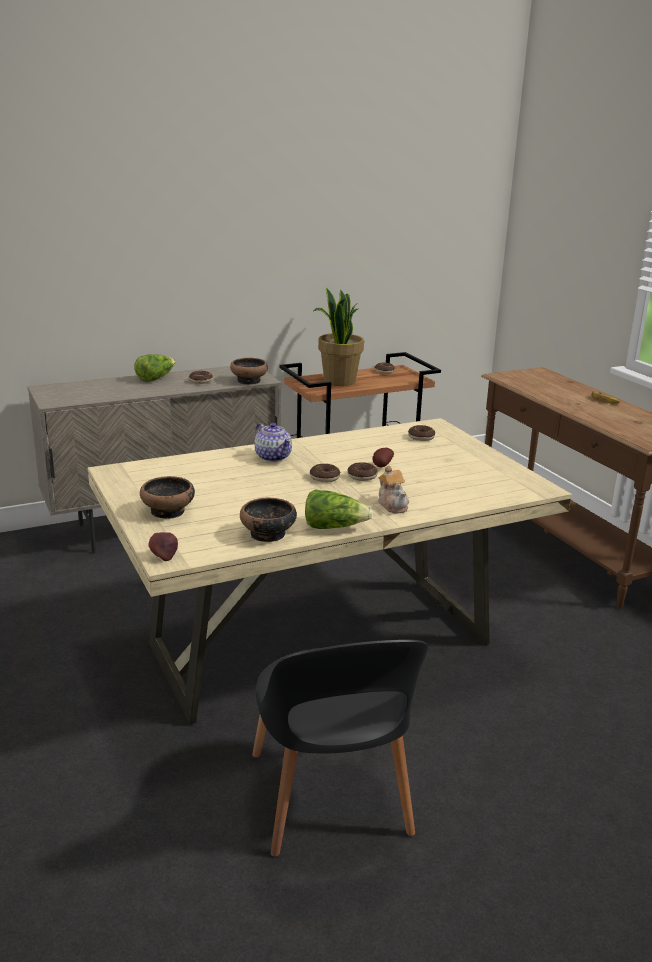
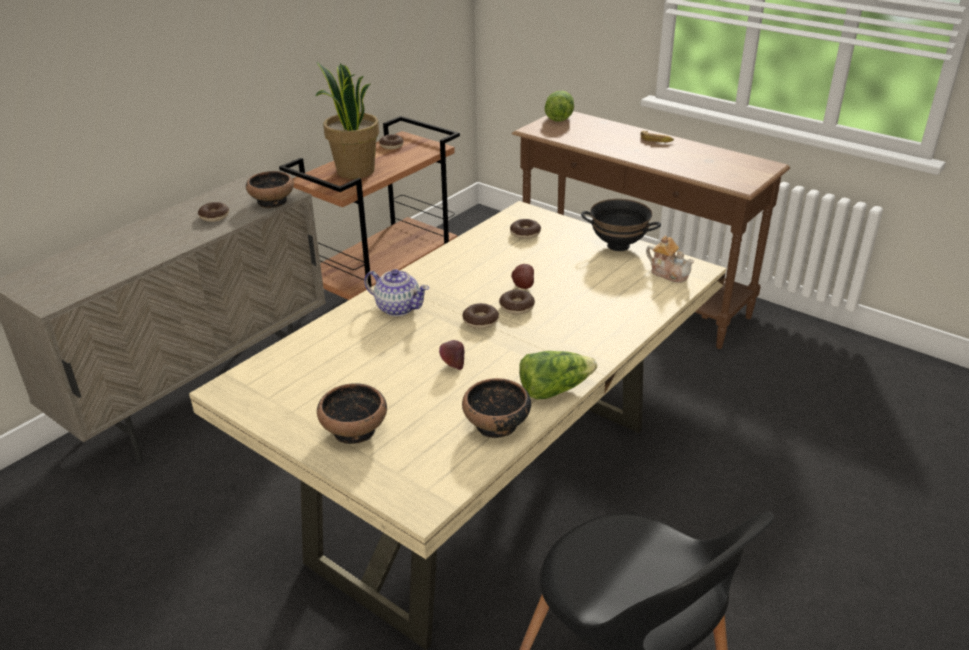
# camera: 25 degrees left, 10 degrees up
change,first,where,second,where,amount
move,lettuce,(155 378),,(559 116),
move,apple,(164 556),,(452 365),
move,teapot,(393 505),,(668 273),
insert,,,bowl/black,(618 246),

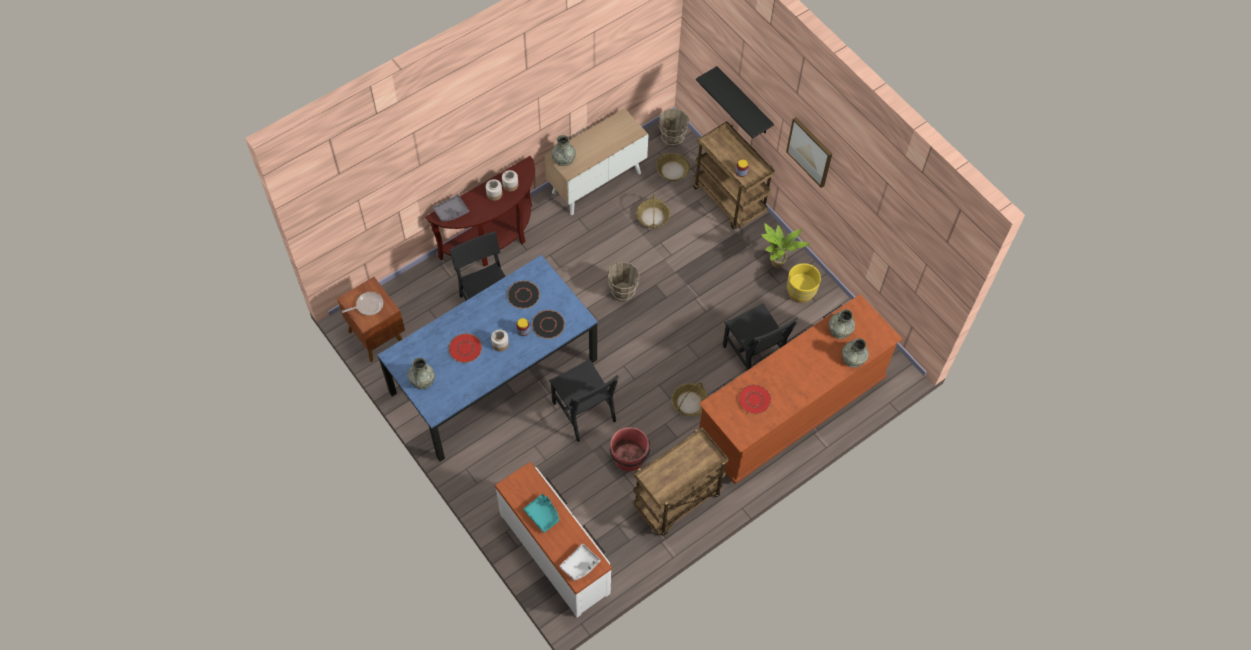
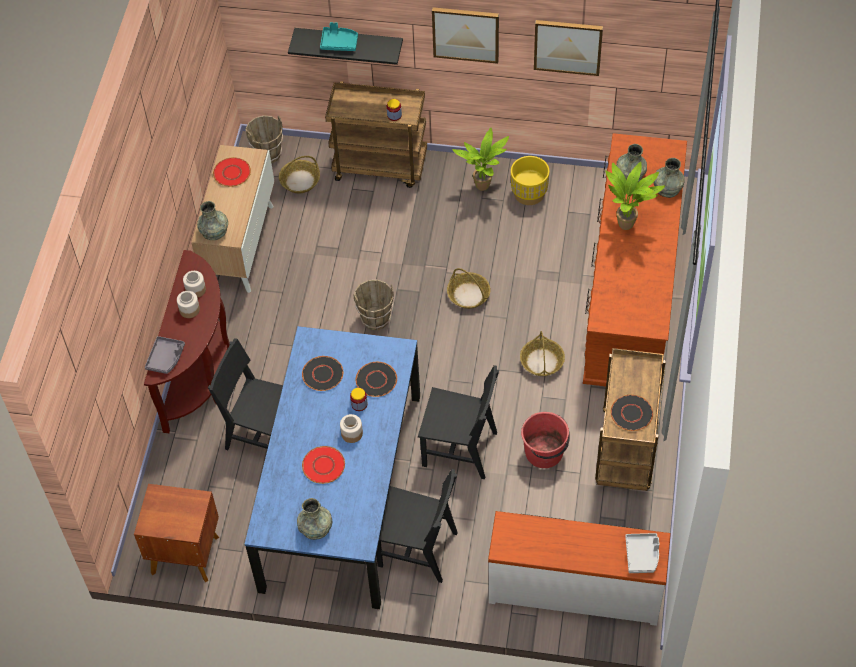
# camera: 40 degrees left, 5 degrees down
change,first,where,second,where,amount
delete,frying pan,(368 305),,,
move,tray/turquoise,(543 514),,(339 43),
move,basket,(653 217),,(469 295),
move,chair/black,(753 355),,(417 549),
move,plate/red,(754 399),,(231 173),
insert,,,picture,(568 46),
insert,,,potted plant,(628 224),
insert,,,plate/black,(631 413),

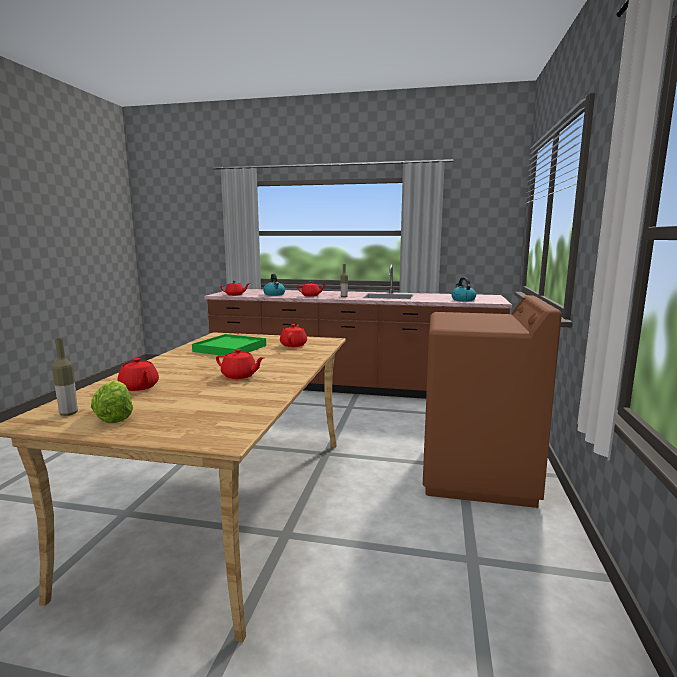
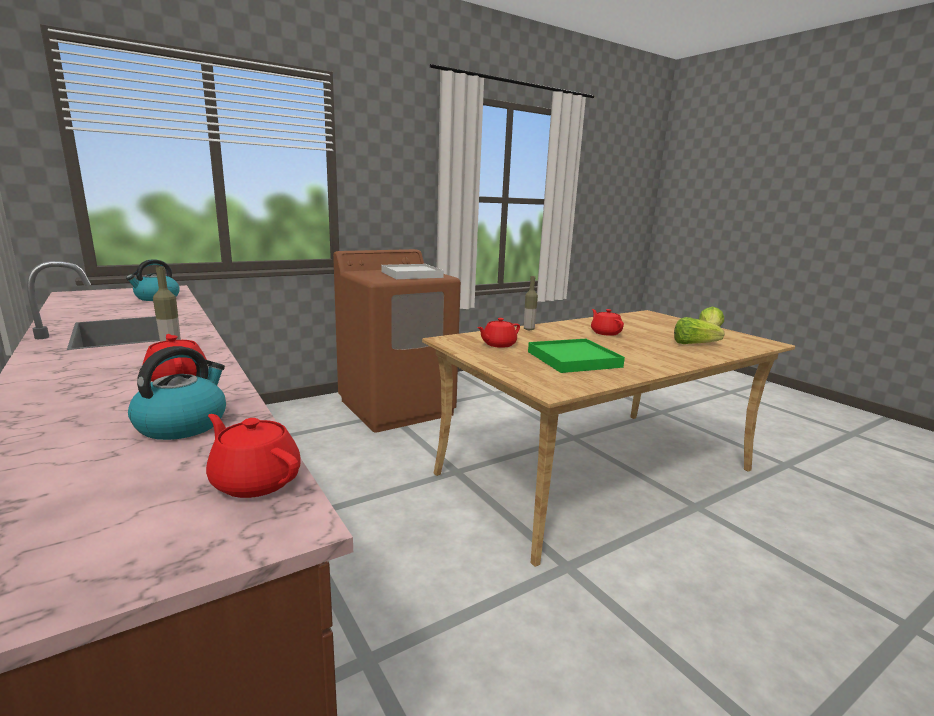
# camera: 135 degrees left, 5 degrees up
change,first,where,second,where,amount
move,bottle,(68 413),,(529 329),
replace,teapot/red,(139 387),lettuce,(693 344),
insert,,,tray/white,(412 275),

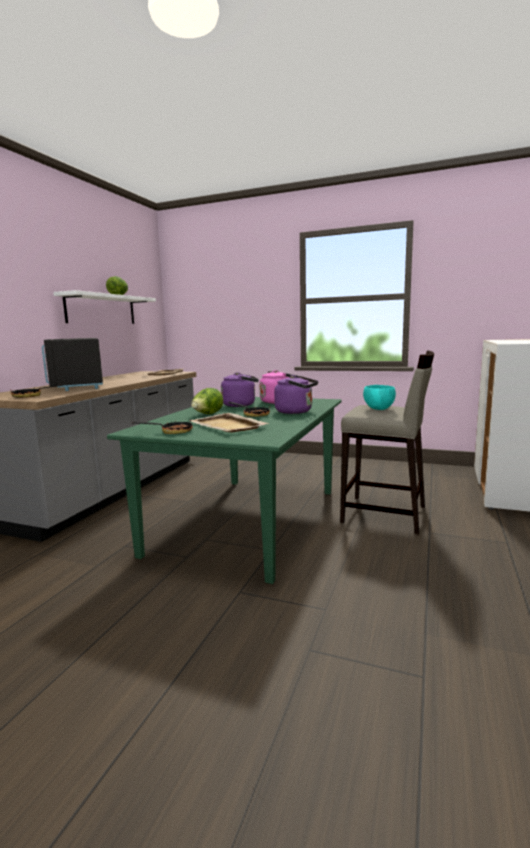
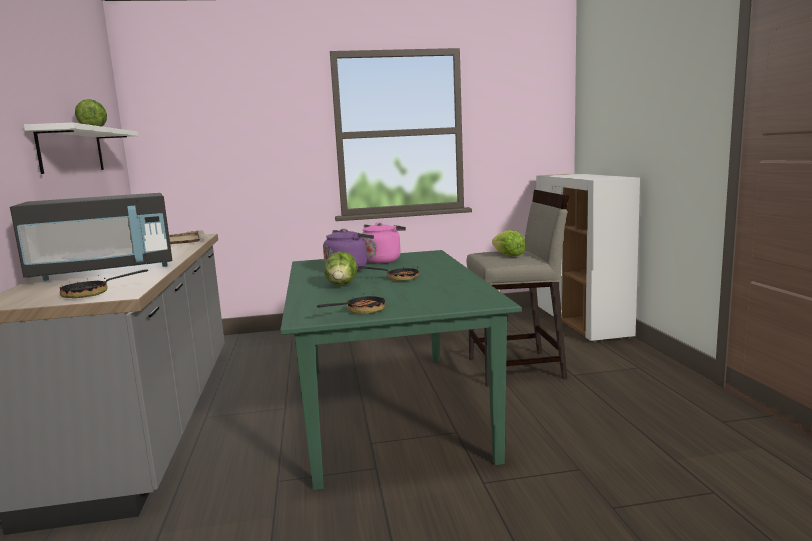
# camera: 30 degrees left, 0 degrees up
change,first,where,second,where,amount
rotate,microwave/black,(76 386),,(105 271),60 degrees counterclockwise
delete,tray/beige,(228 426),,,
delete,kettle/purple,(296 412),,,
replace,bowl/turquoise,(378 409),lettuce,(508 255),

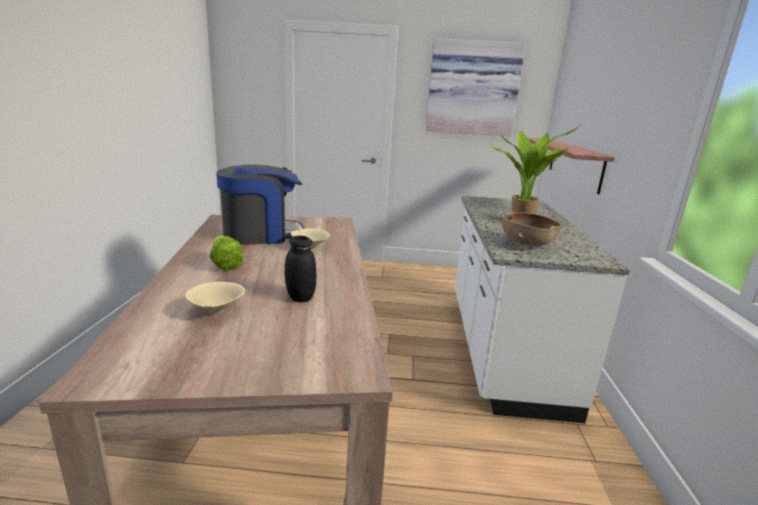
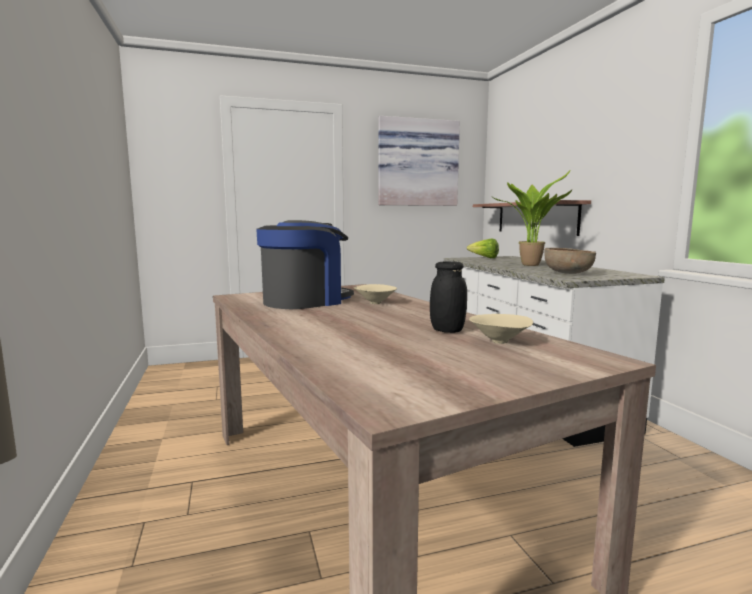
# camera: 20 degrees left, 10 degrees down
change,first,where,second,where,amount
move,bowl/beige,(216 312),,(500 342),
move,lettuce,(225 265),,(484 258),

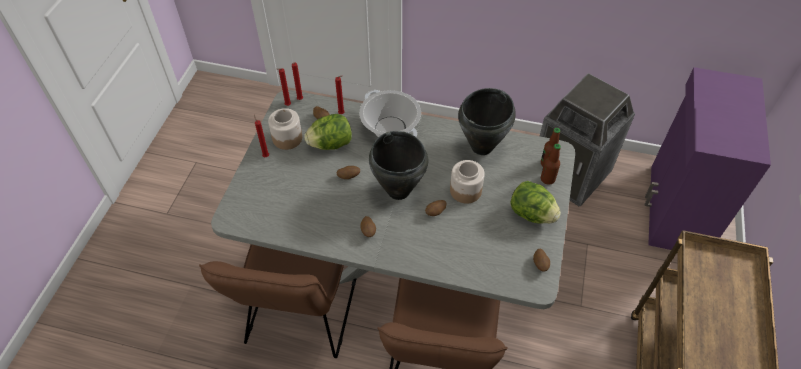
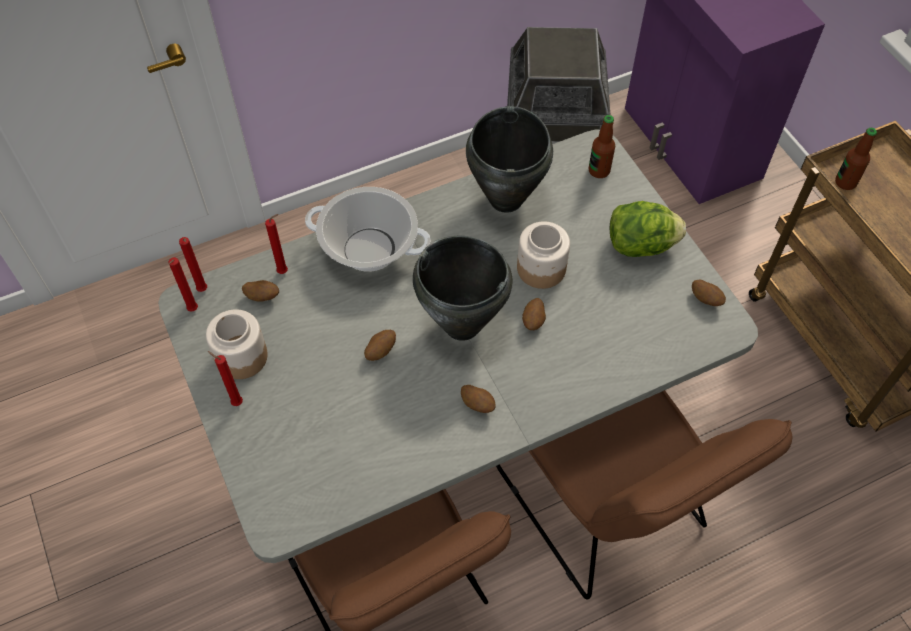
# camera: 40 degrees left, 5 degrees up
change,first,where,second,where,amount
delete,lettuce,(331 144),,,
move,bottle,(547 179),,(845 182),

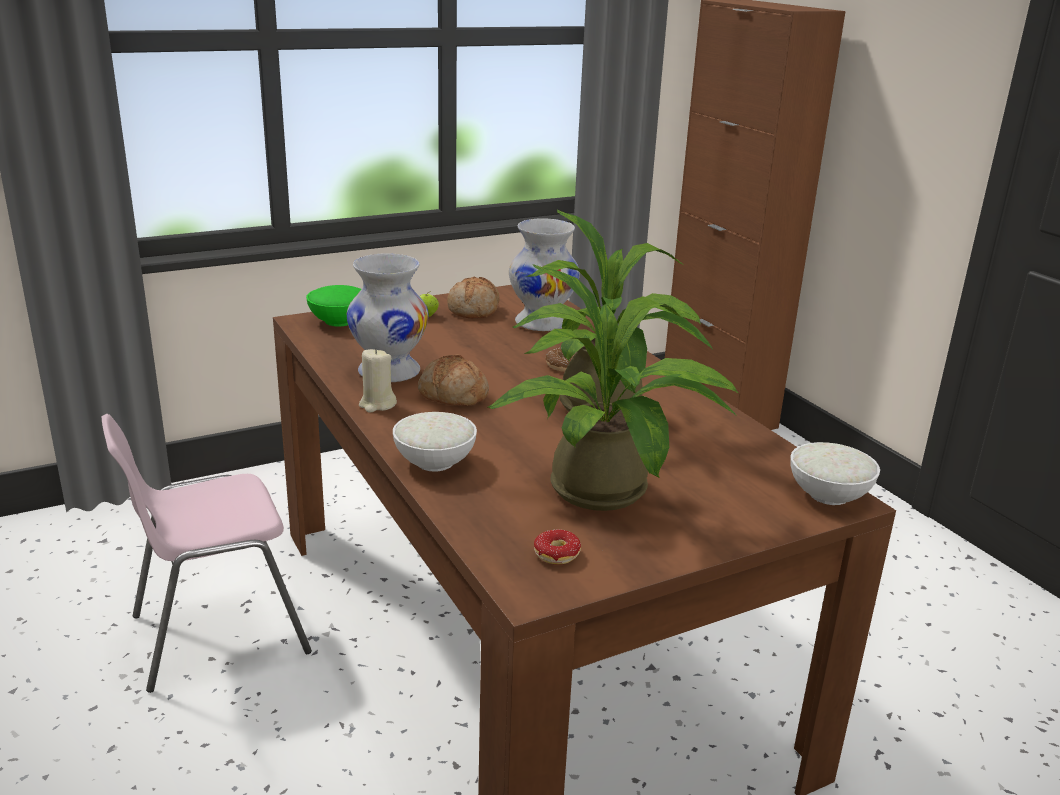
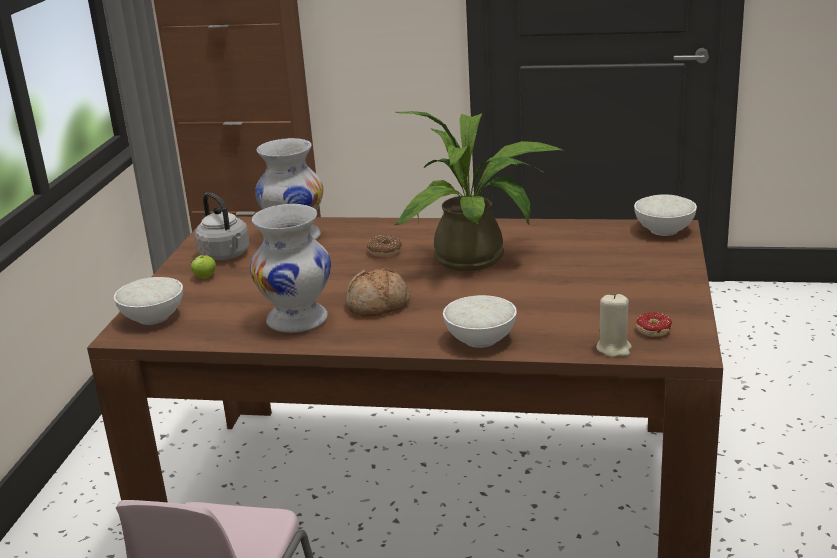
# camera: 50 degrees left, 0 degrees up
change,first,where,second,where,amount
recolor,bowl/green,(338 321),bowl/white,(152 317),
move,candle/beige,(377 404),,(614 348),
replace,bread,(474 310),kettle/grey,(226 255),
delete,potted plant,(607 495),,,

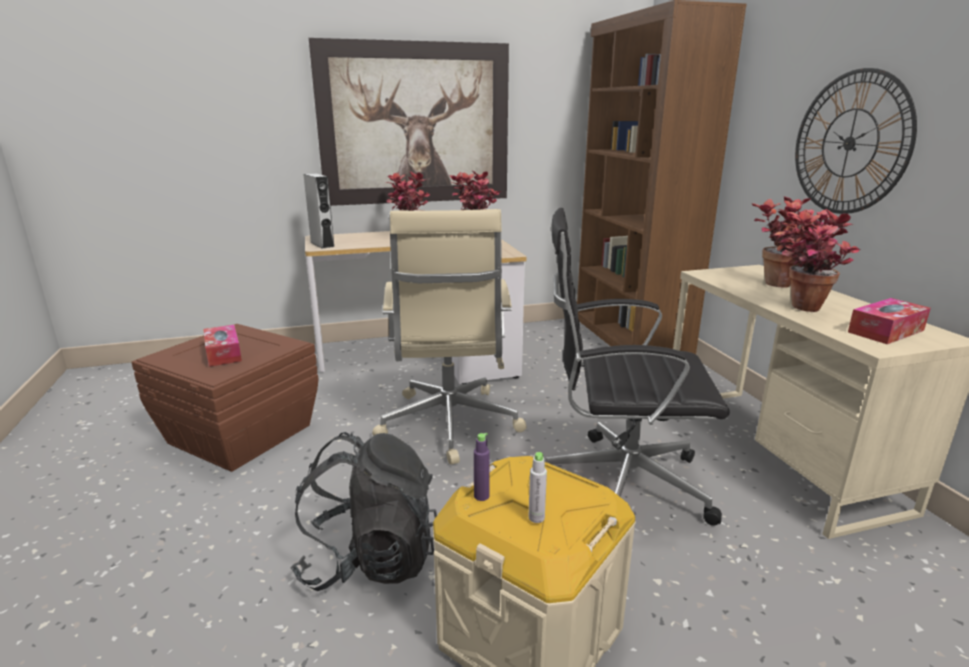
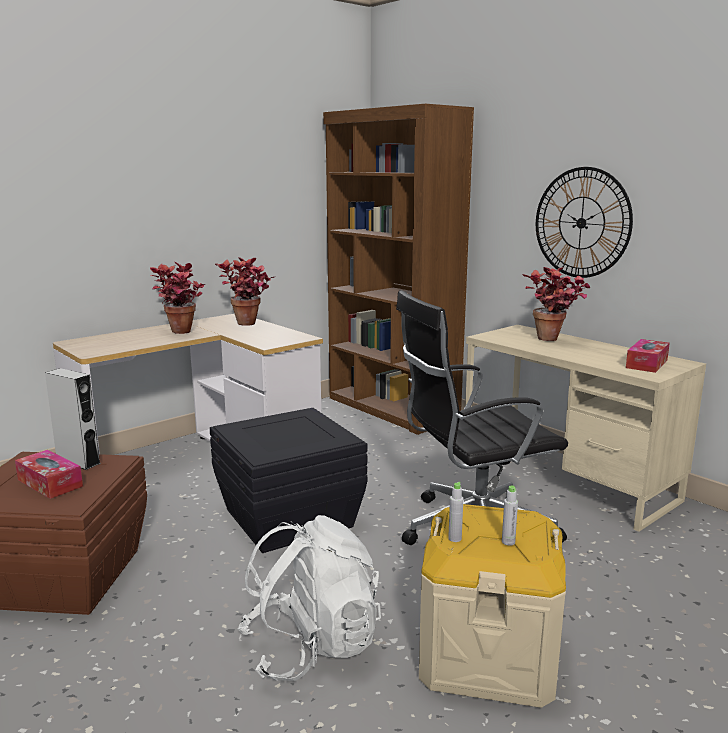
# camera: 25 degrees left, 5 degrees down
change,first,where,second,where,amount
recolor,backpack/black,(370 559),backpack/white,(311 646),
move,speaker/grey,(322 244),,(78 461),
delete,picture,(415 124),,,
replace,office chair/beige,(449 425),storage box/black,(287 518),
recolor,bottle/purple,(481 496),bottle/grey,(455 538),
delete,potted plant,(802 310),,,

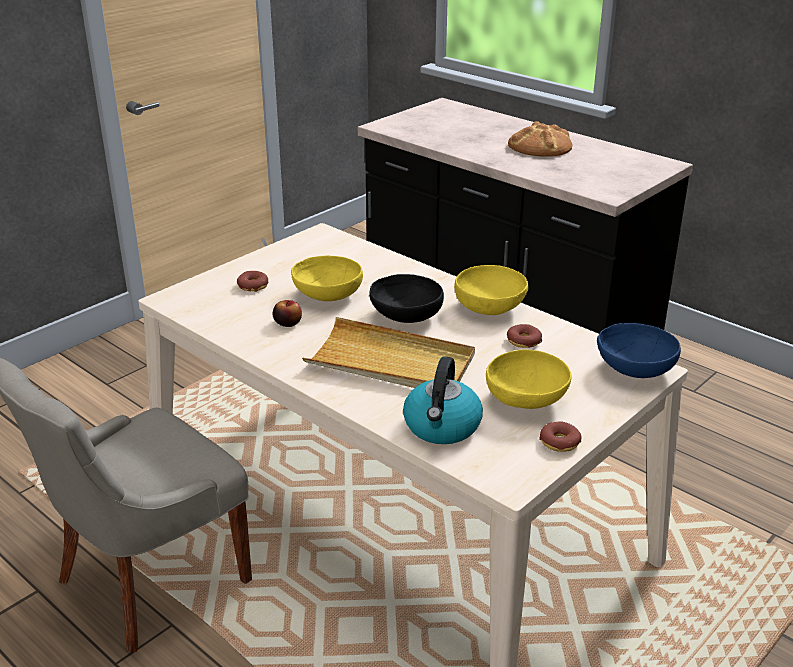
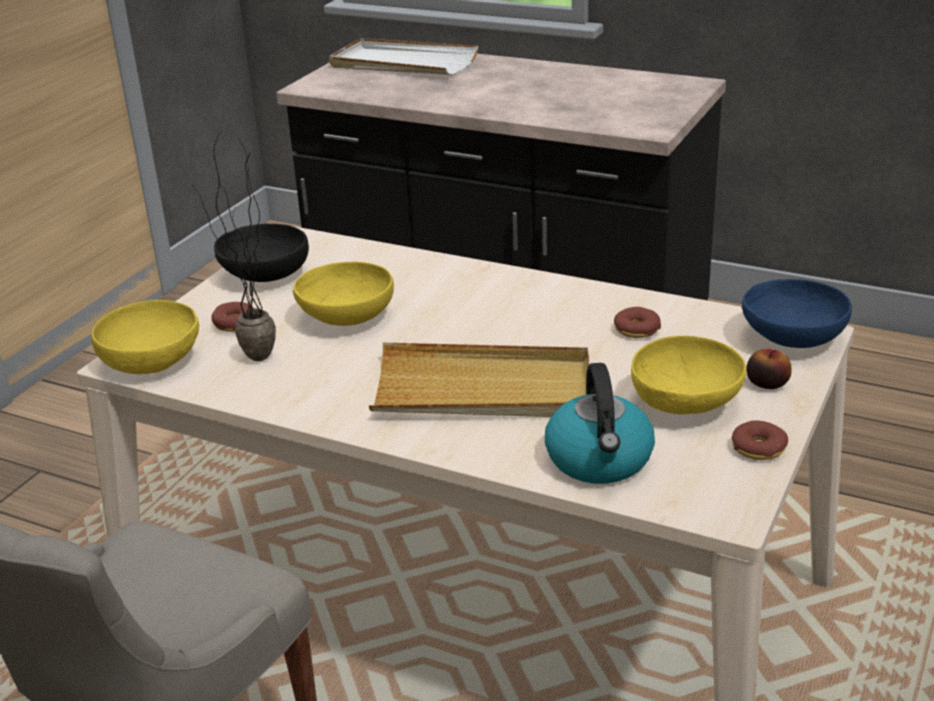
# camera: 15 degrees left, 0 degrees up
change,first,where,second,where,amount
move,apple,(287 323),,(767 383),
move,bowl/black,(405 317),,(264 276),
move,bowl/yellow,(490 307),,(153 362),
delete,bread,(540 146),,,
insert,,,potted plant,(251 363),
insert,,,tray/white,(403 63),

